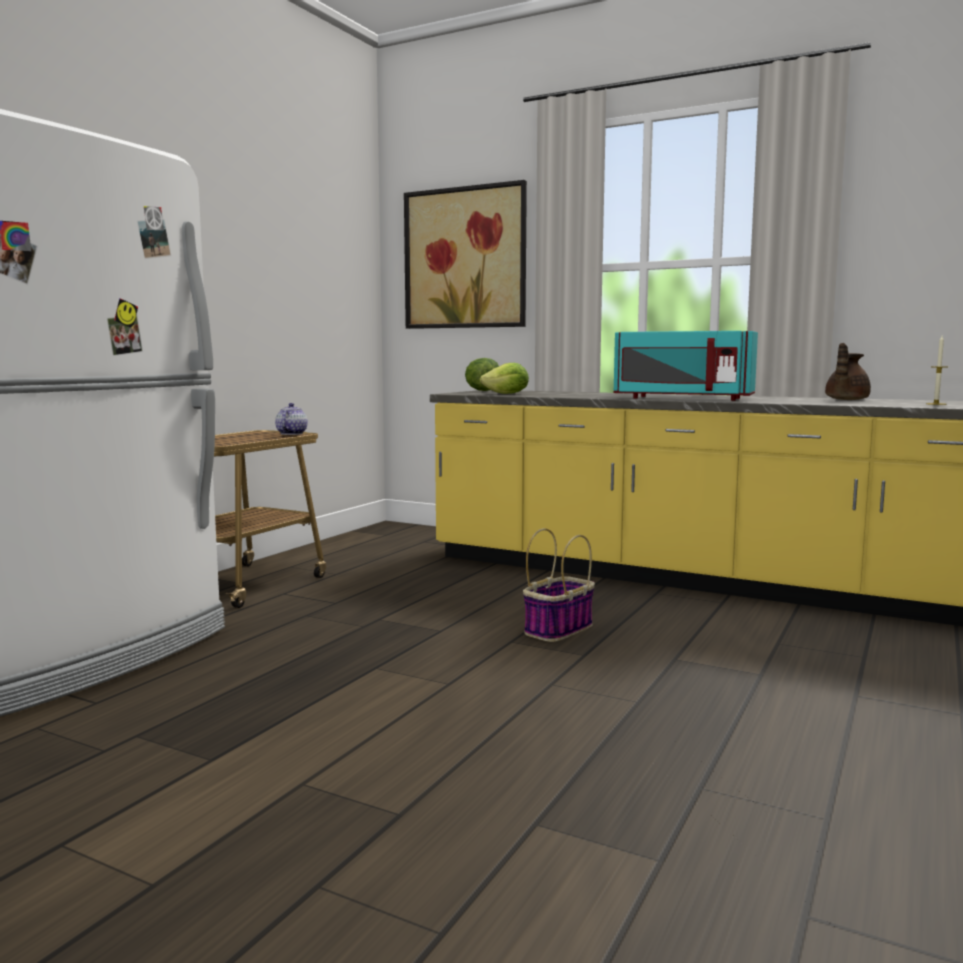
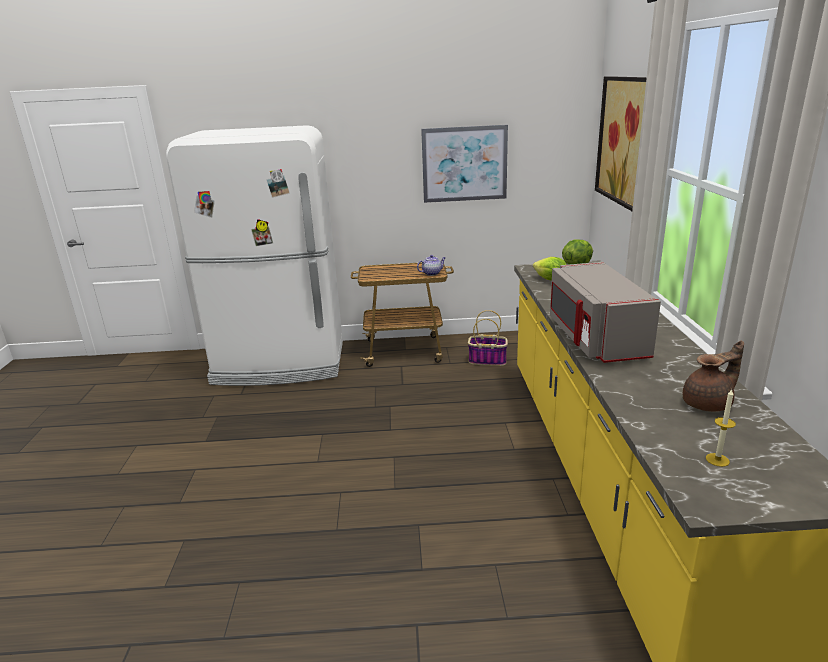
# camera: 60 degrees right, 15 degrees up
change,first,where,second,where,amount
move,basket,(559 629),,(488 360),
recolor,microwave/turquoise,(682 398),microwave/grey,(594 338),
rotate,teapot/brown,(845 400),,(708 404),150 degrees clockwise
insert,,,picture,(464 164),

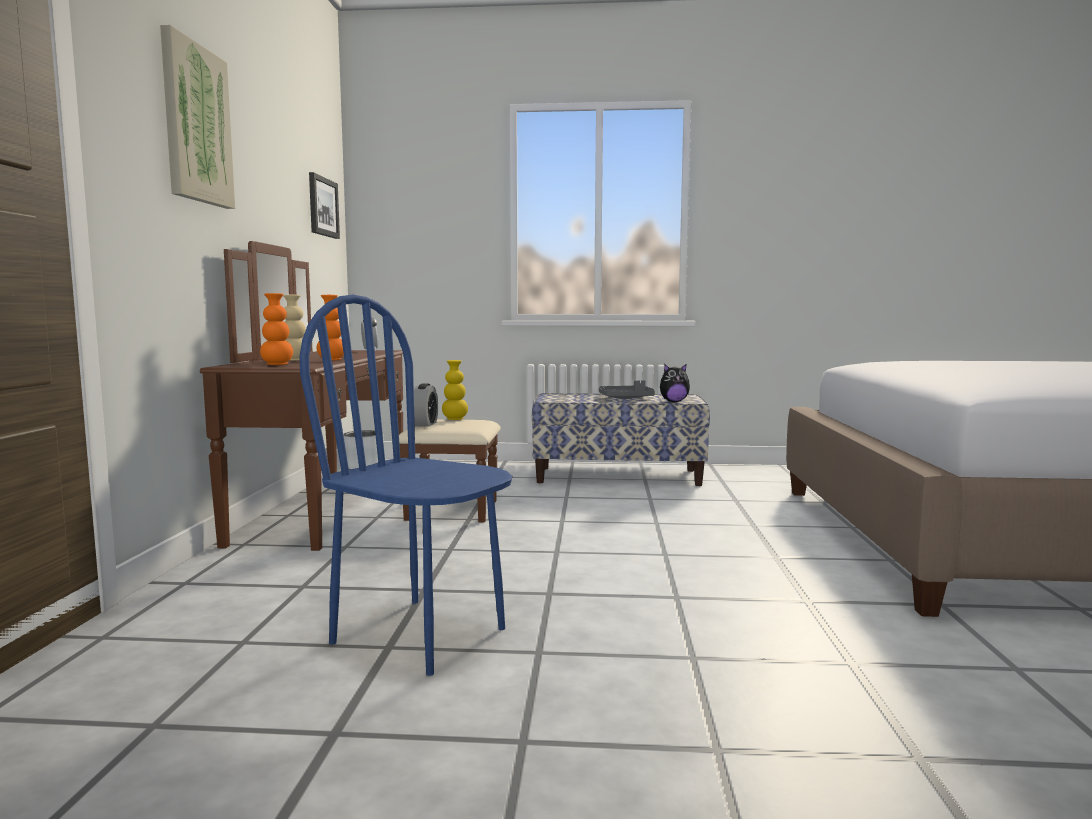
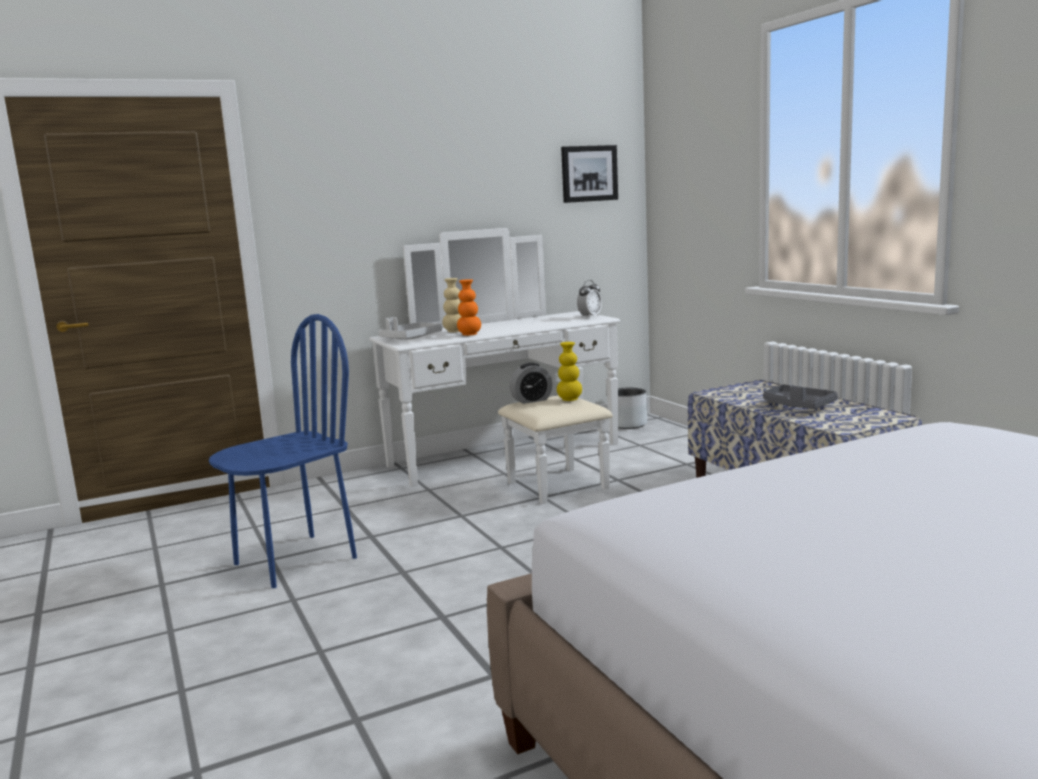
# camera: 60 degrees right, 5 degrees up
change,first,where,second,where,amount
delete,picture,(196 124),,,
recolor,dresser/brown,(355 508),dresser/white,(516 461),
replace,vase/orange,(277 364),tray/grey,(411 338),
rotate,chair/blue,(420 635),,(295 560),45 degrees clockwise
delete,plush toy,(673 401),,,

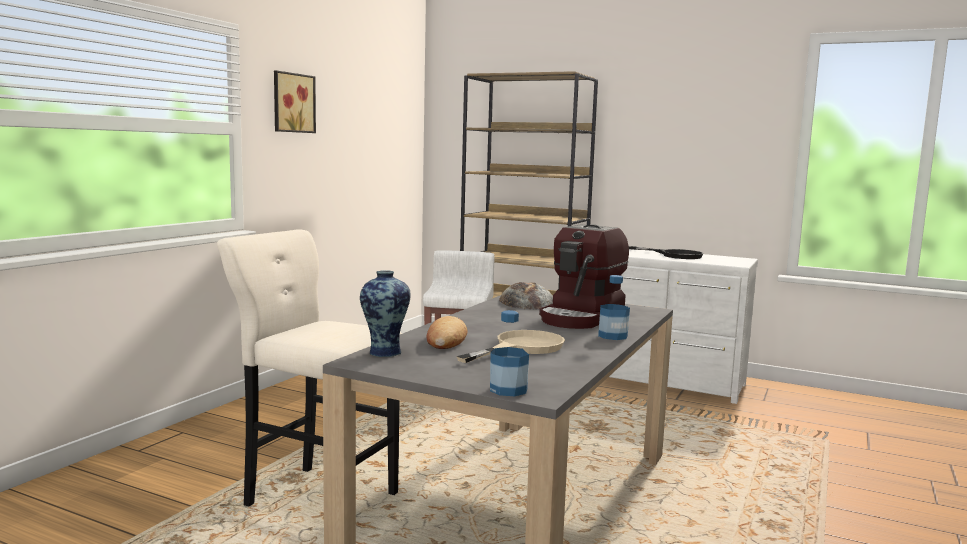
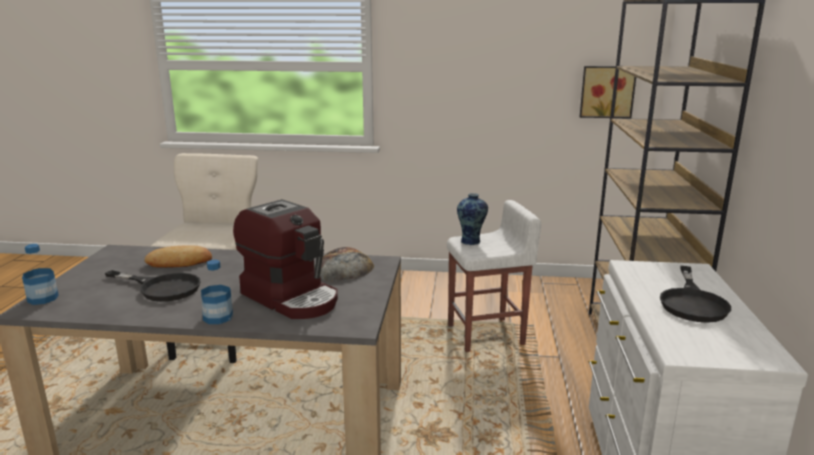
# camera: 70 degrees right, 10 degrees up
change,first,where,second,where,amount
move,picture,(292 103),,(607 91),
move,vase,(385 352),,(471 241),
recolor,frying pan/beige,(521 347),frying pan/black,(162 288),
rotate,coffee machine,(582 317),,(292 297),150 degrees counterclockwise

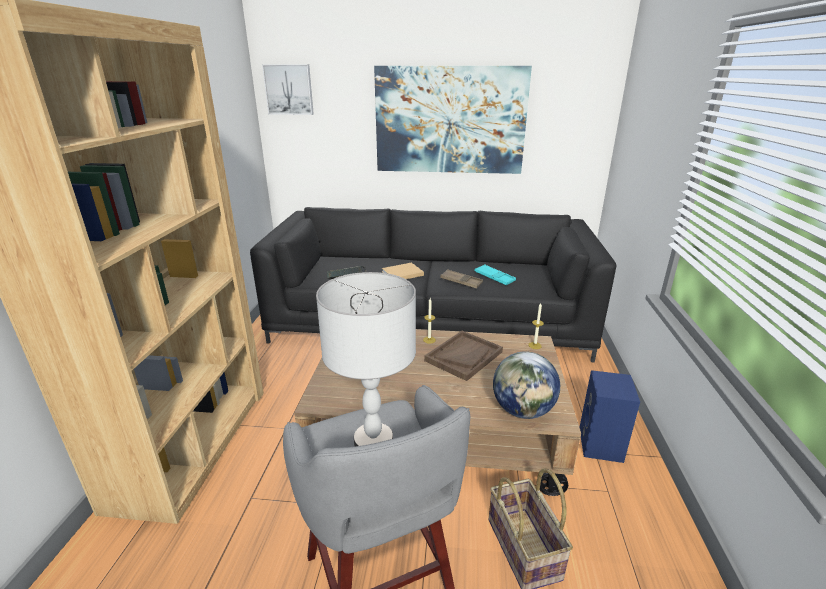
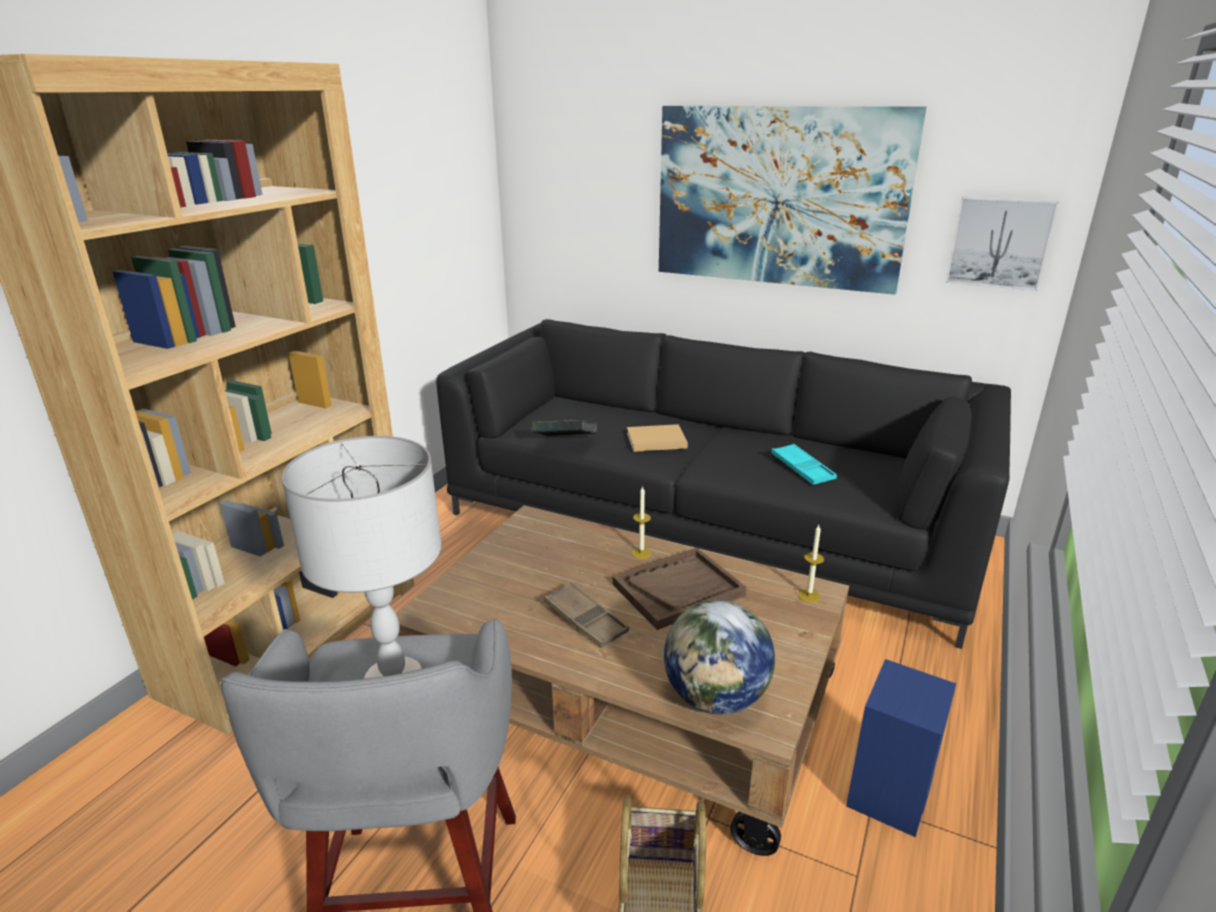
# camera: 20 degrees right, 0 degrees up
change,first,where,second,where,amount
move,picture,(289 89),,(999 242),
move,tray/brown,(461 282),,(585 620),

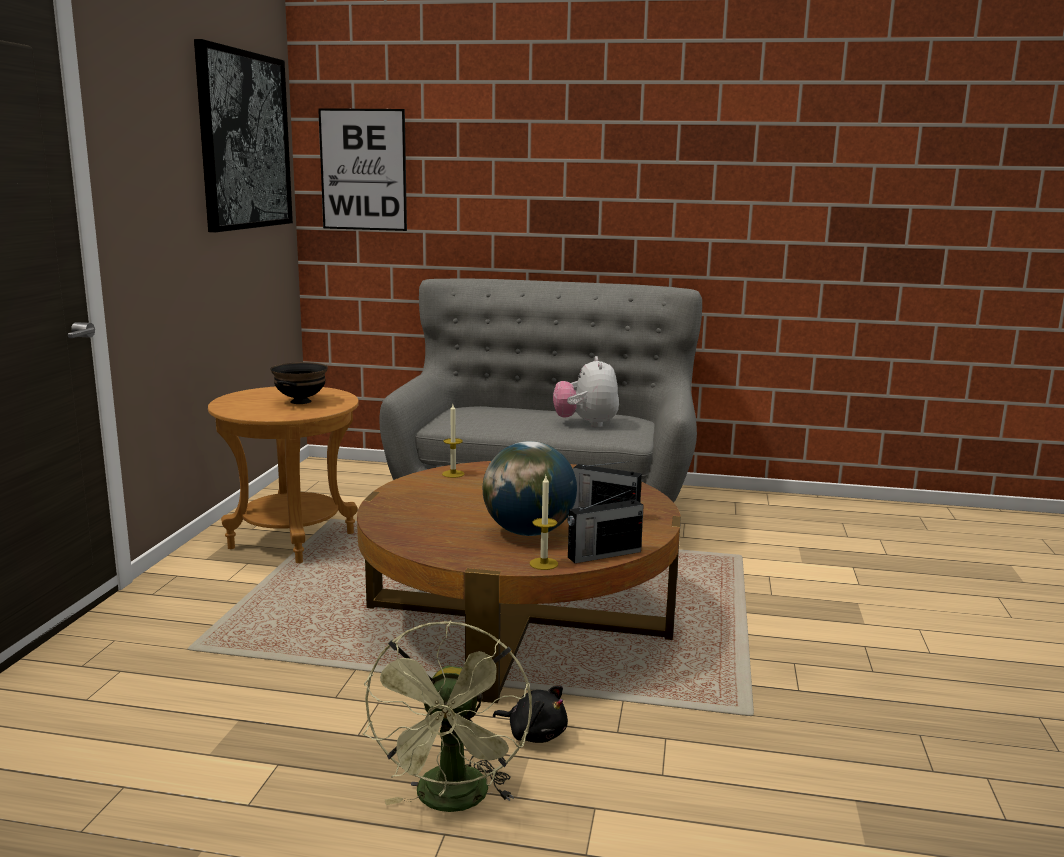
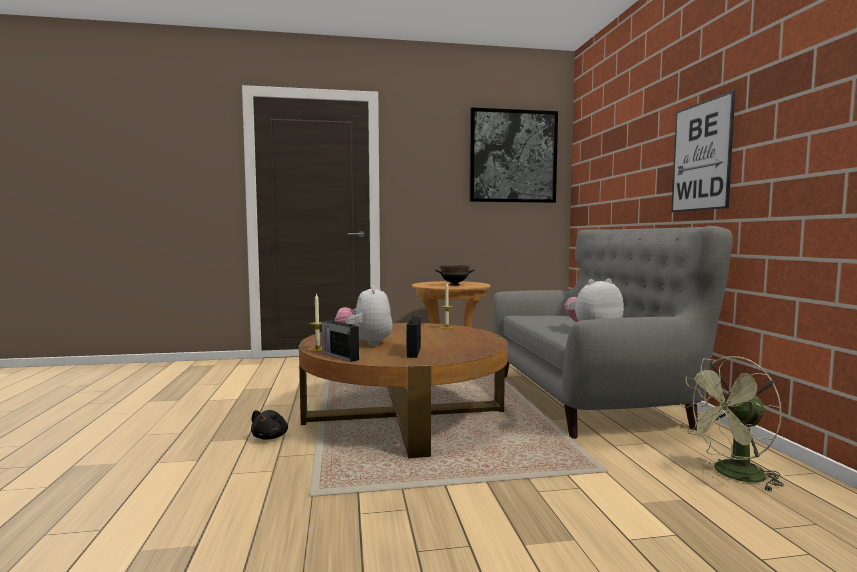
# camera: 70 degrees right, 10 degrees down
change,first,where,second,where,amount
move,picture,(363 170),,(701 156),
move,fan/green,(453 802),,(732 475),
replace,globe,(529 532),plush toy,(365 344),

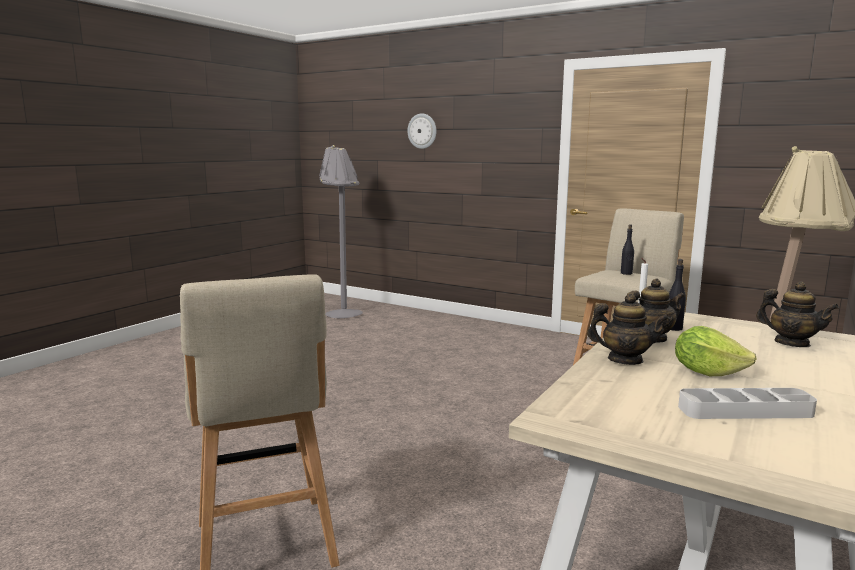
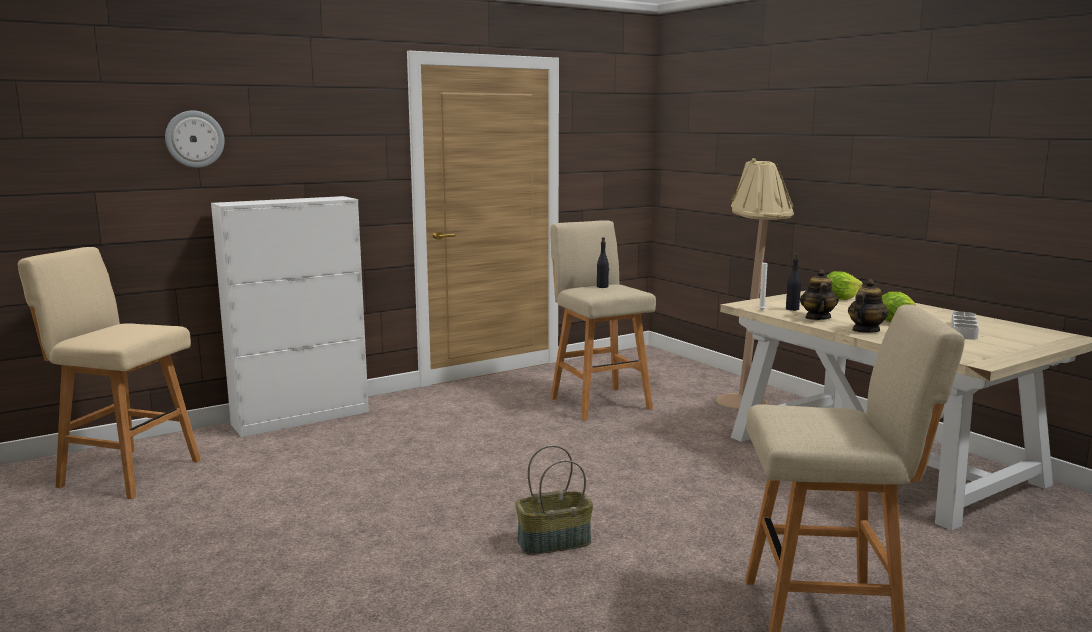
# camera: 65 degrees left, 0 degrees up
change,first,where,second,where,amount
replace,floor lamp/grey,(344 312),stool/beige,(127 473),
replace,teapot,(791 343),lettuce,(840 299),
insert,,,cabinet/white,(302 418),
insert,,,basket,(553 543),

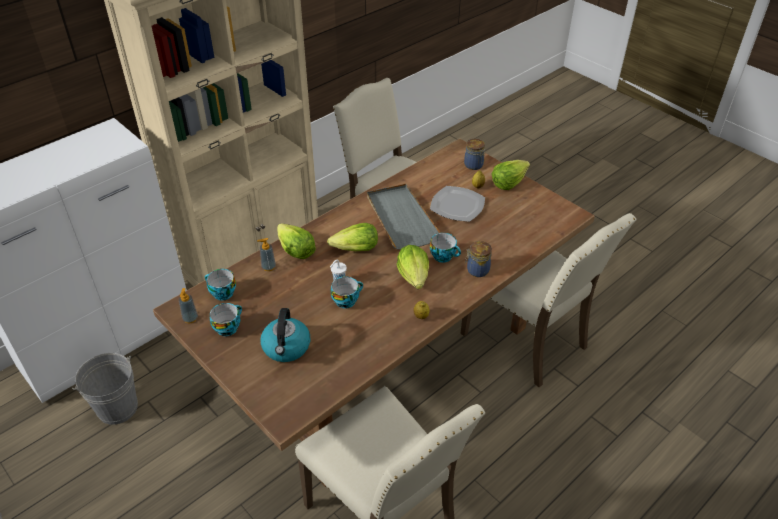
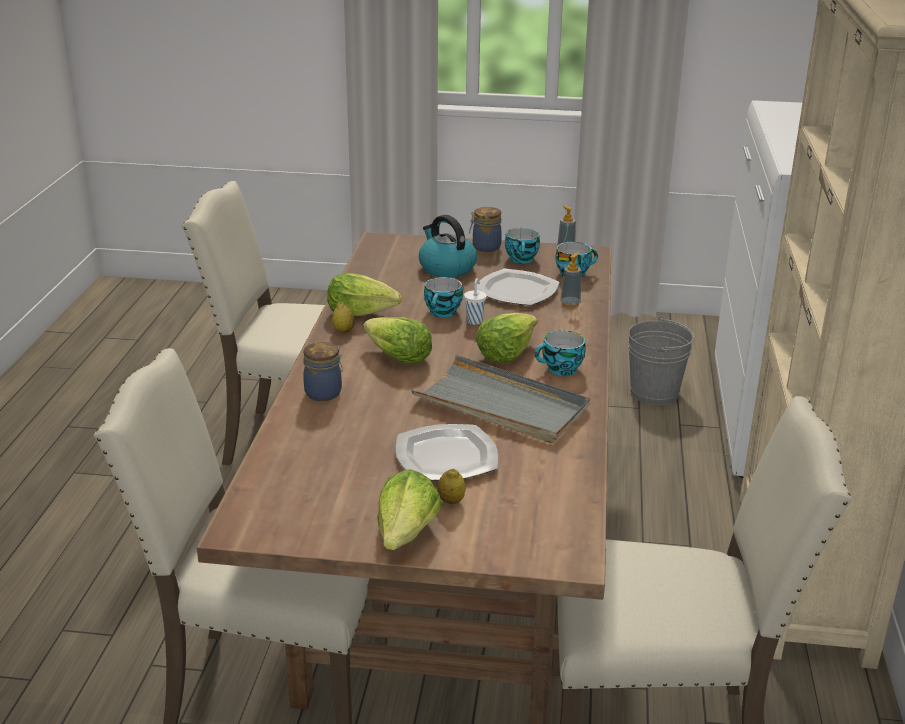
# camera: 140 degrees right, 15 degrees down
change,first,where,second,where,amount
move,lettuce,(295 250),,(361 313),
move,cup,(444 256),,(560 369),
move,jar,(474 165),,(485 247),
insert,,,plate,(516 290),

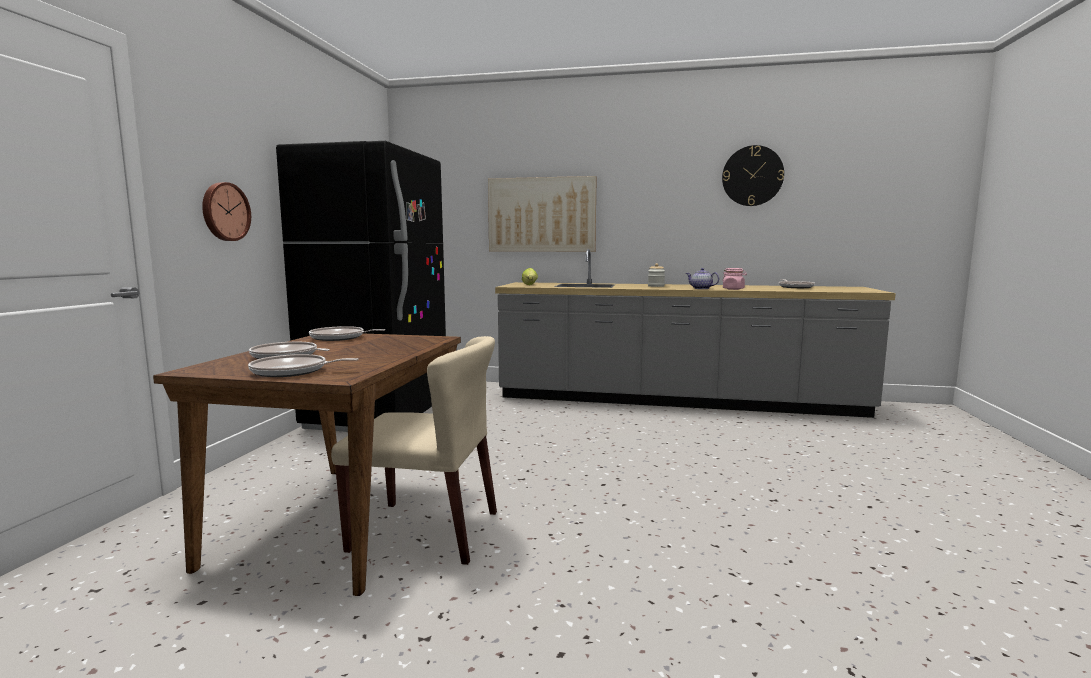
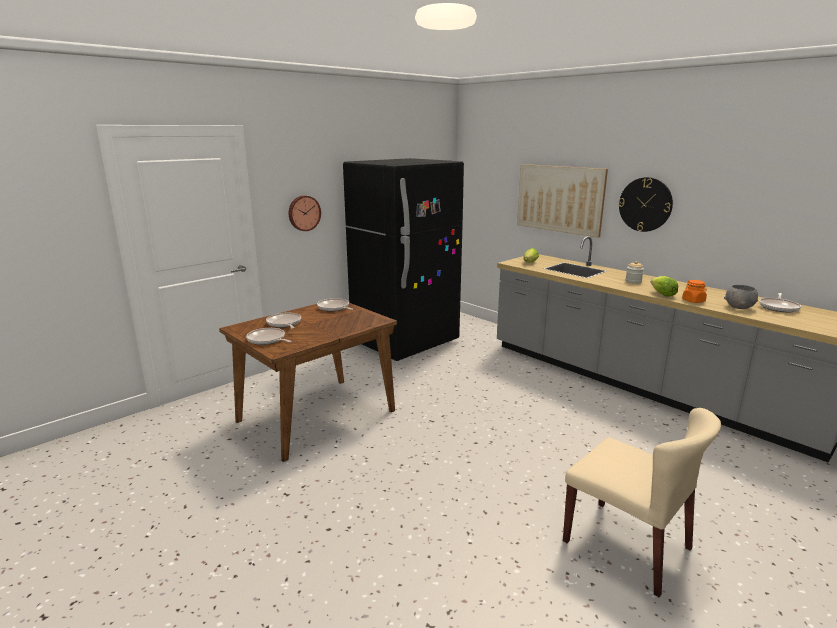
# camera: 35 degrees right, 10 degrees up
change,first,where,second,where,amount
move,chair/beige,(426 531),,(627 545),
replace,teapot,(701 288),lettuce,(662 294),
move,wall clock,(752 176),,(645 204),
recolor,jar/pink,(733 289),jar/orange,(693 301),
insert,,,bowl/grey,(738 307),

